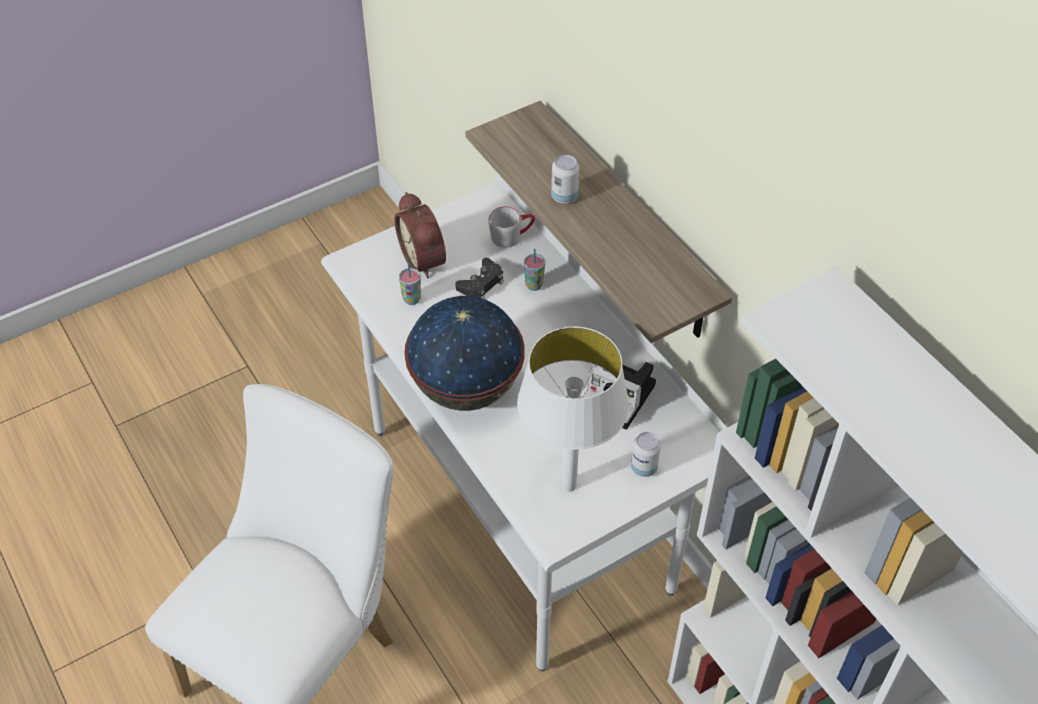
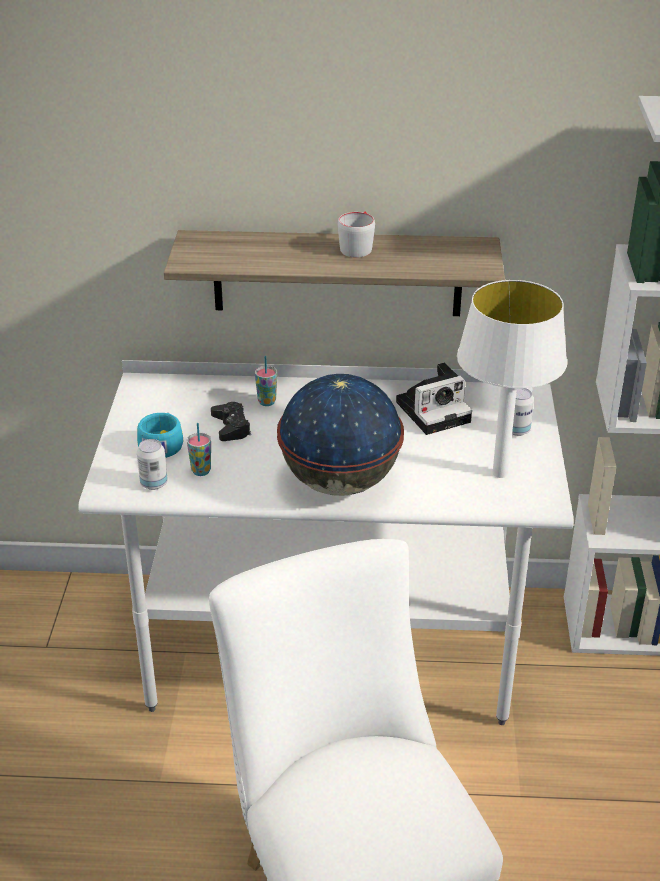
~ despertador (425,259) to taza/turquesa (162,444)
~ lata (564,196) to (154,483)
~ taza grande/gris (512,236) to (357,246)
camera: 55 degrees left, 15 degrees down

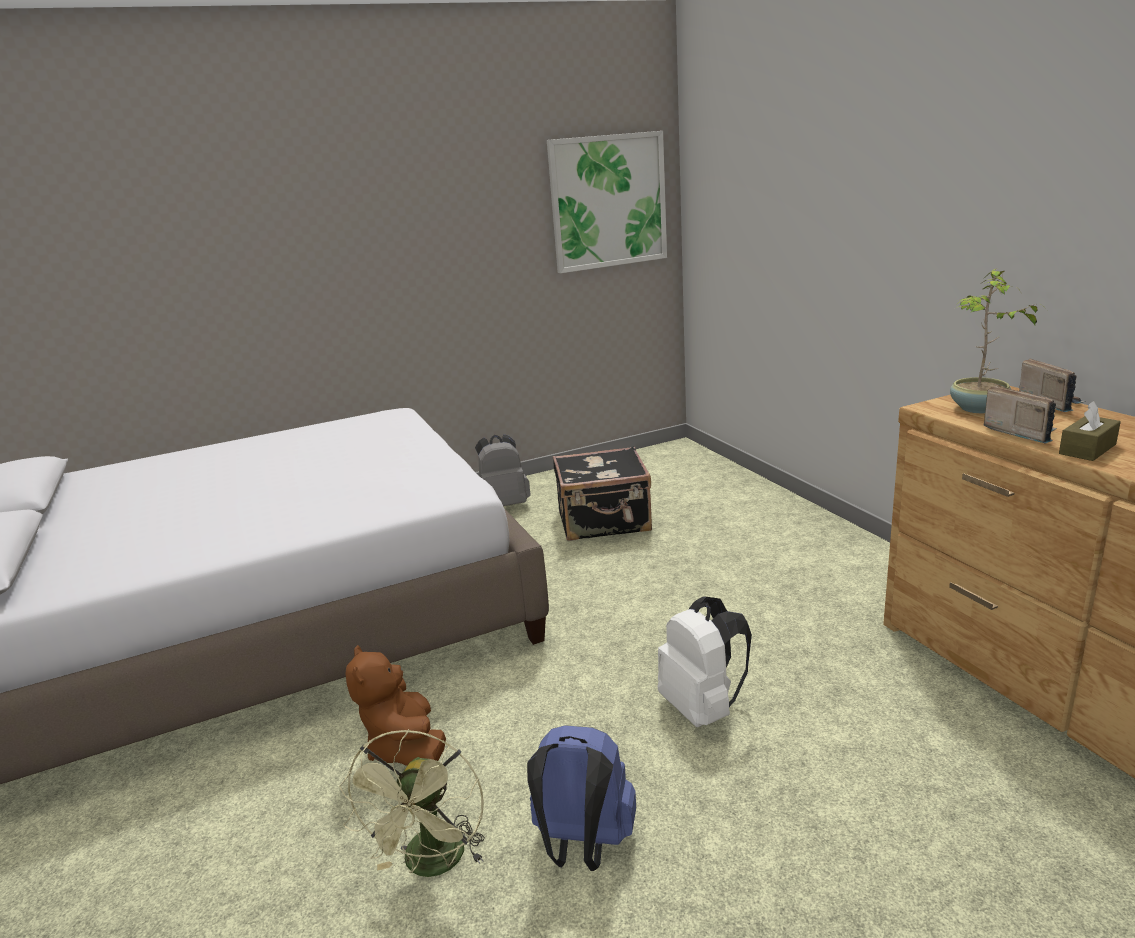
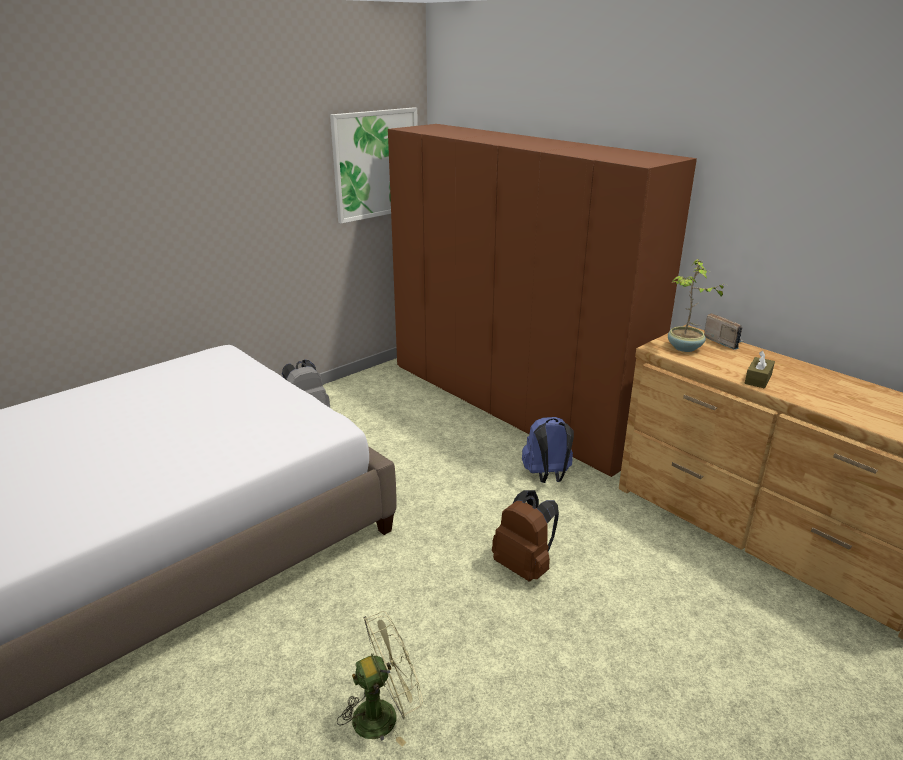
~ ventilador/verde (433,865) = (384,713) 105 degrees counterclockwise
+ armario ropero/marrón (511,405)
~ mochila/blanco (703,708) to mochila/marrón (524,566)
~ mochila/azul (583,846) to (547,476)
- peluche/marrón (405,747)
- maleta/negro (604,522)
- radio (1020,432)
camera: 20 degrees left, 5 degrees up

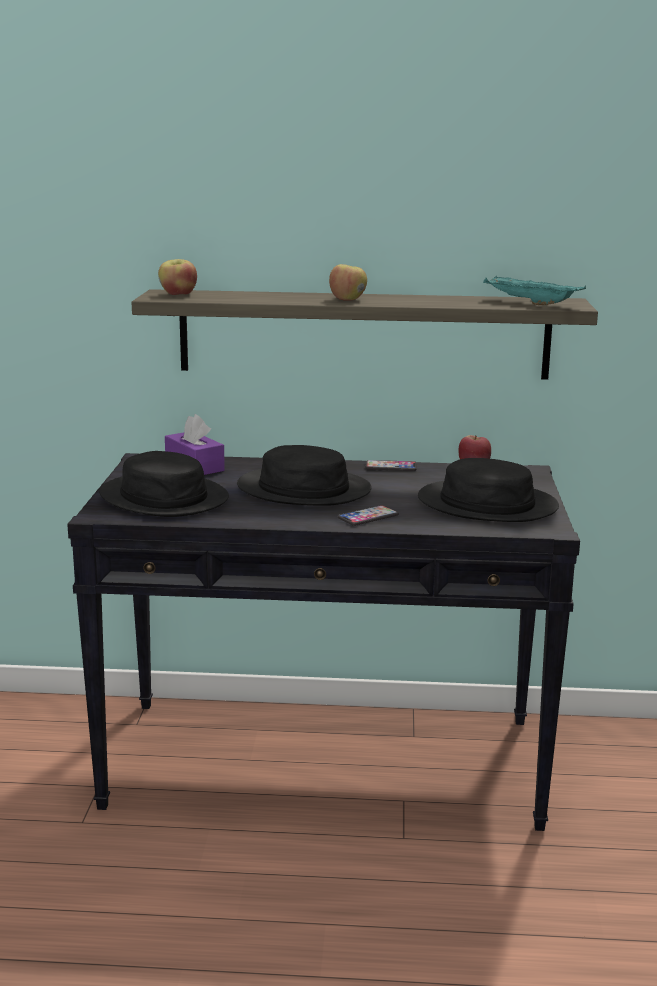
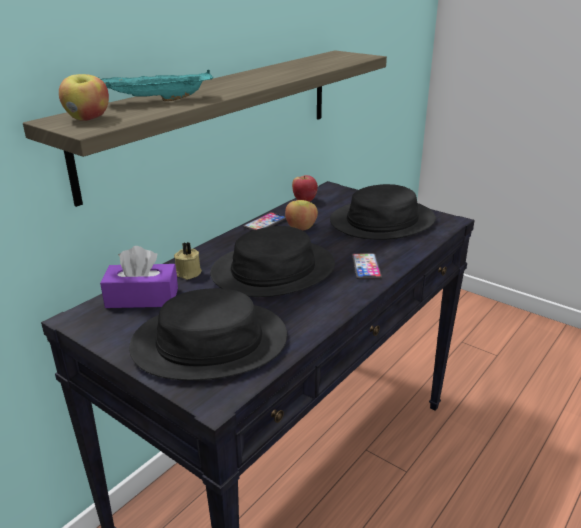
~ bandeja/turquesa (529,303) to (157,101)
+ vela/beis (187,273)
~ manzana (347,299) to (301,227)
camera: 55 degrees left, 10 degrees up

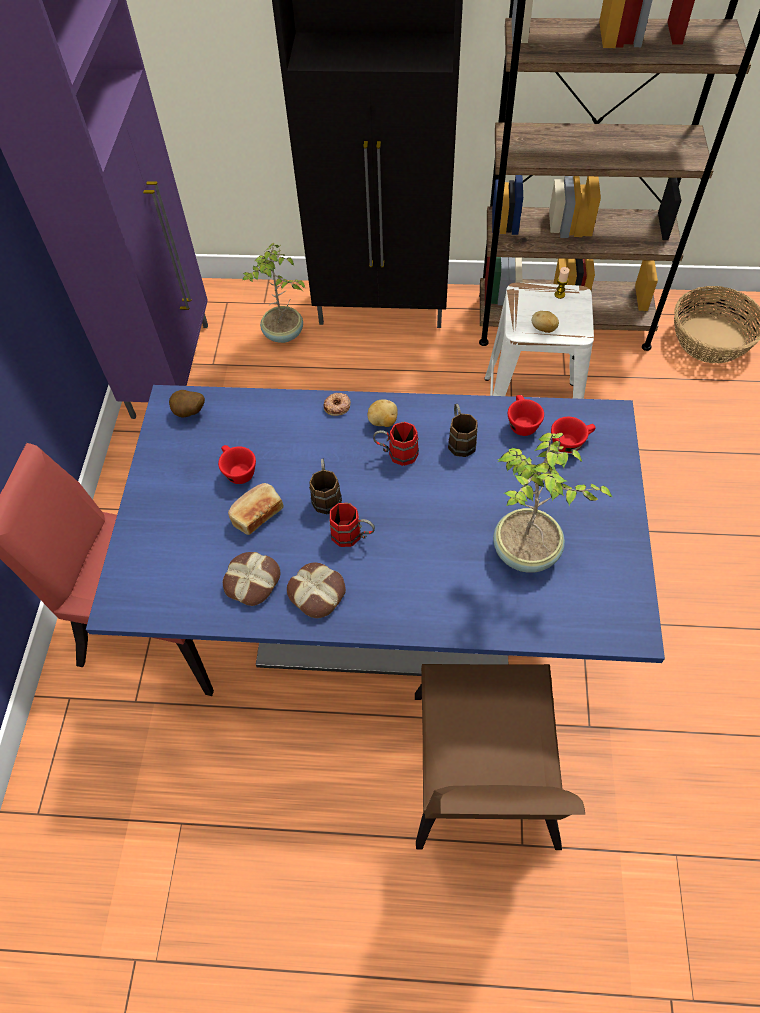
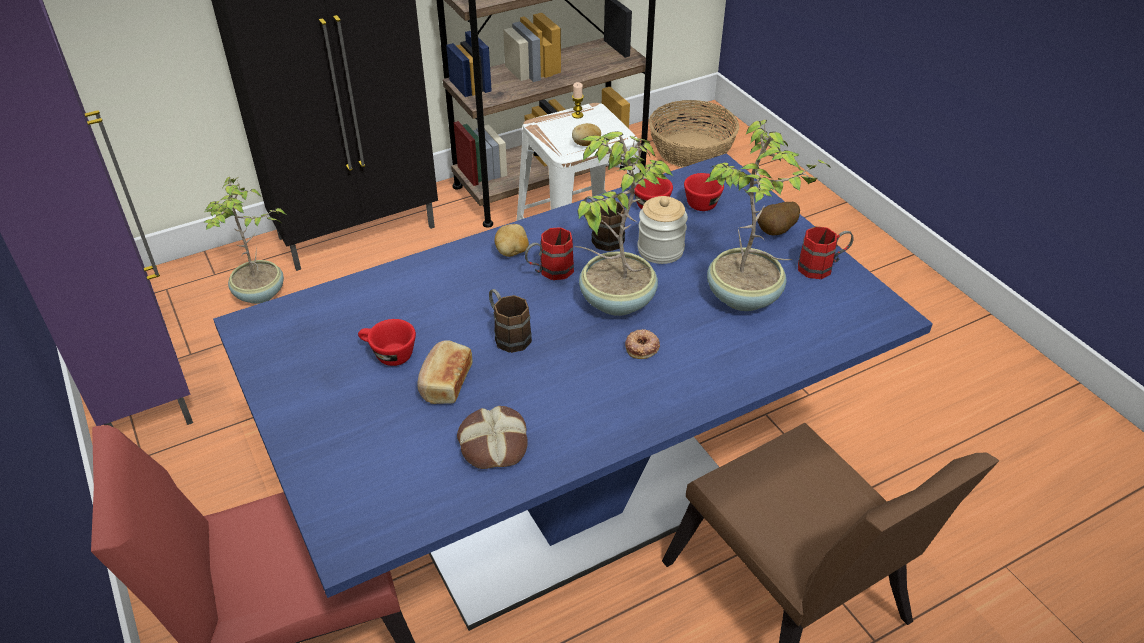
+ planta en maceta (615,301)
~ rosquilla (337,406) to (642,347)
+ tarro (660,250)
~ patata (189,413) to (776,232)
~ taza grande/rojo (353,536) to (822,267)
- pan (317,592)
camera: 35 degrees left, 15 degrees down

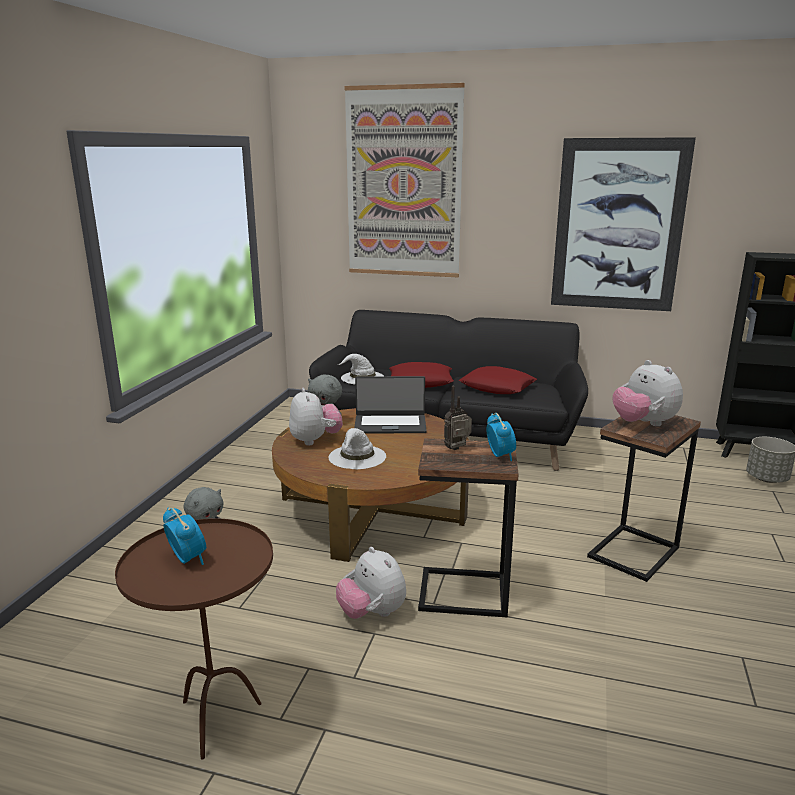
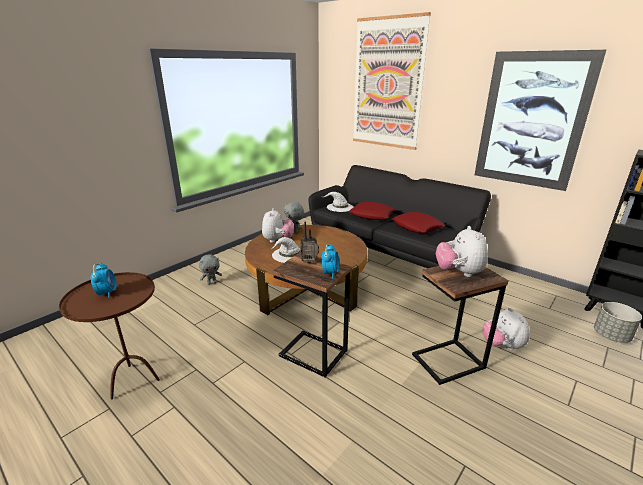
~ peluche (372,613) to (502,346)
- portátil (390,424)
camera: 25 degrees right, 5 degrees up

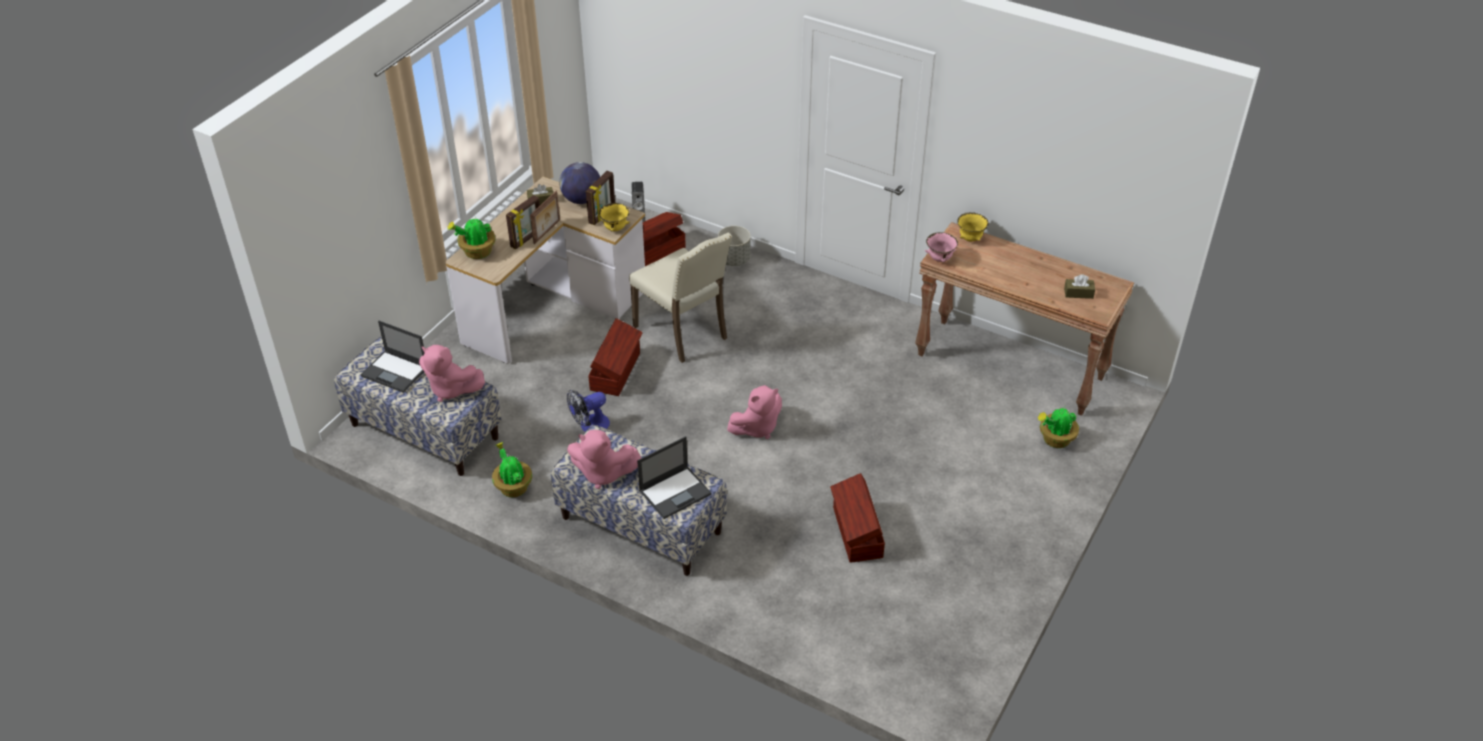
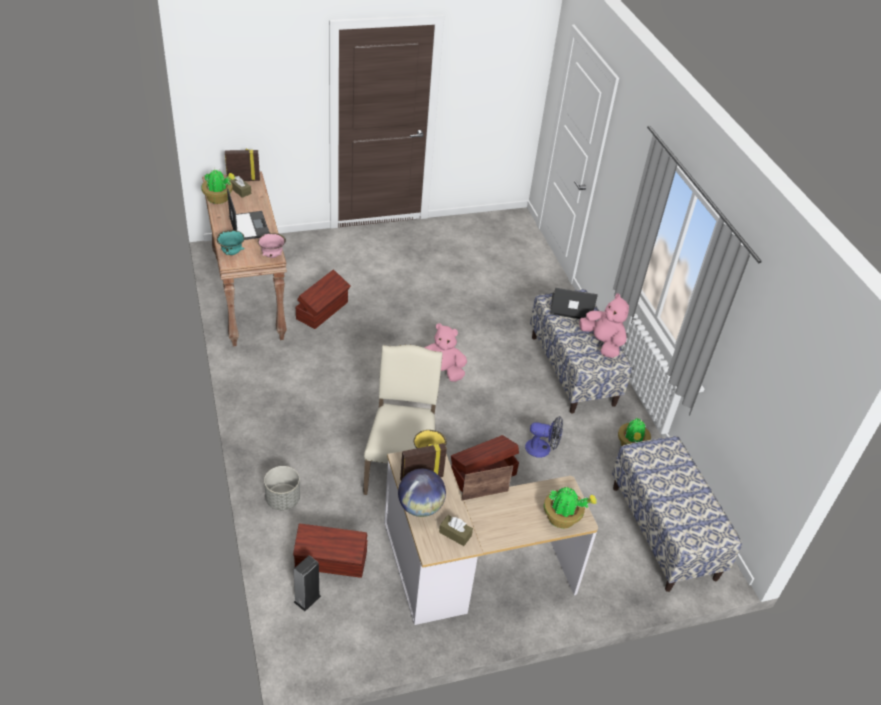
~ planta en maceta (1055,440) to (219,199)
~ cuenco/amarillo (970,239) to cuenco/turquesa (231,253)
~ portarretratos (527,239) to (243,179)
~ portátil (395,371) to (249,226)
~ caja de almacenaje/marrón (856,533) to (323,310)
- peluche/rosa (451,389)
camera: 140 degrees left, 0 degrees up

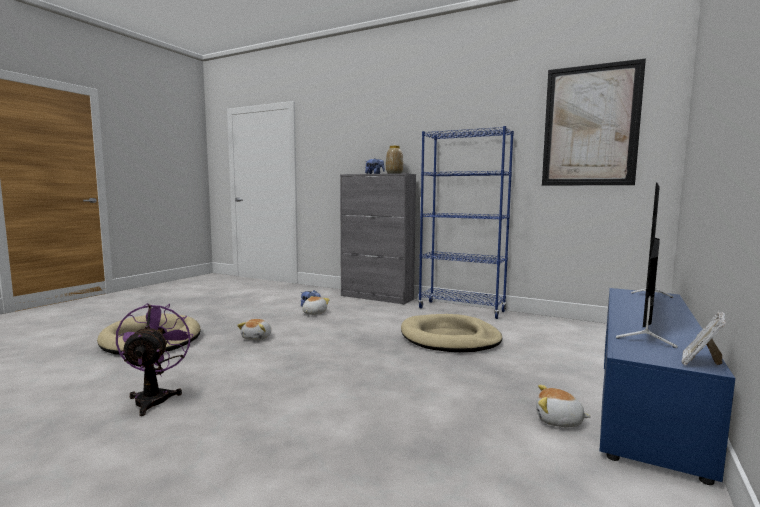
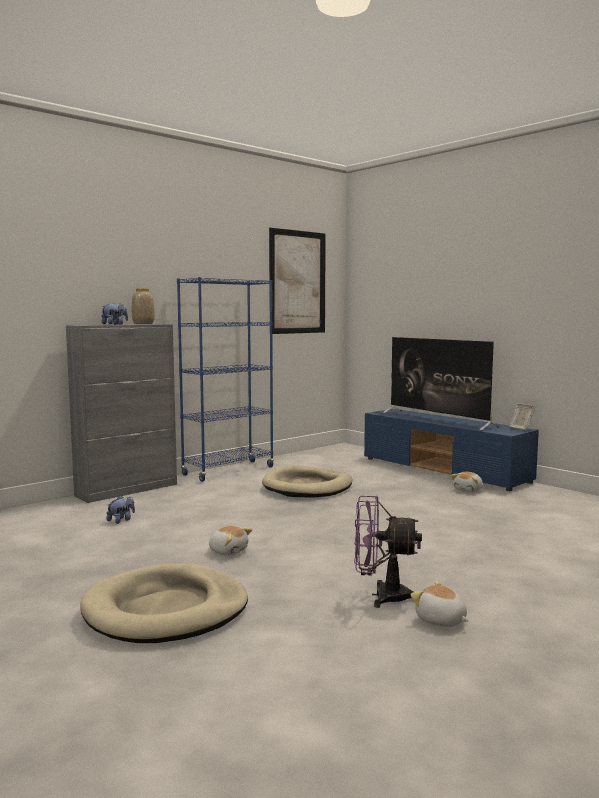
~ peluche (313,313) to (440,620)
camera: 70 degrees left, 0 degrees up

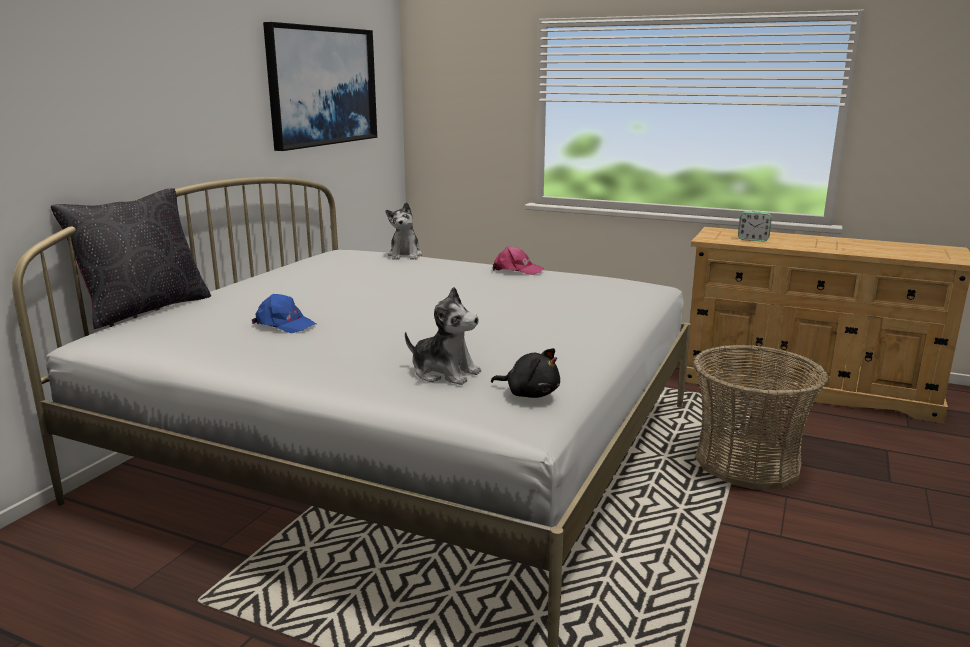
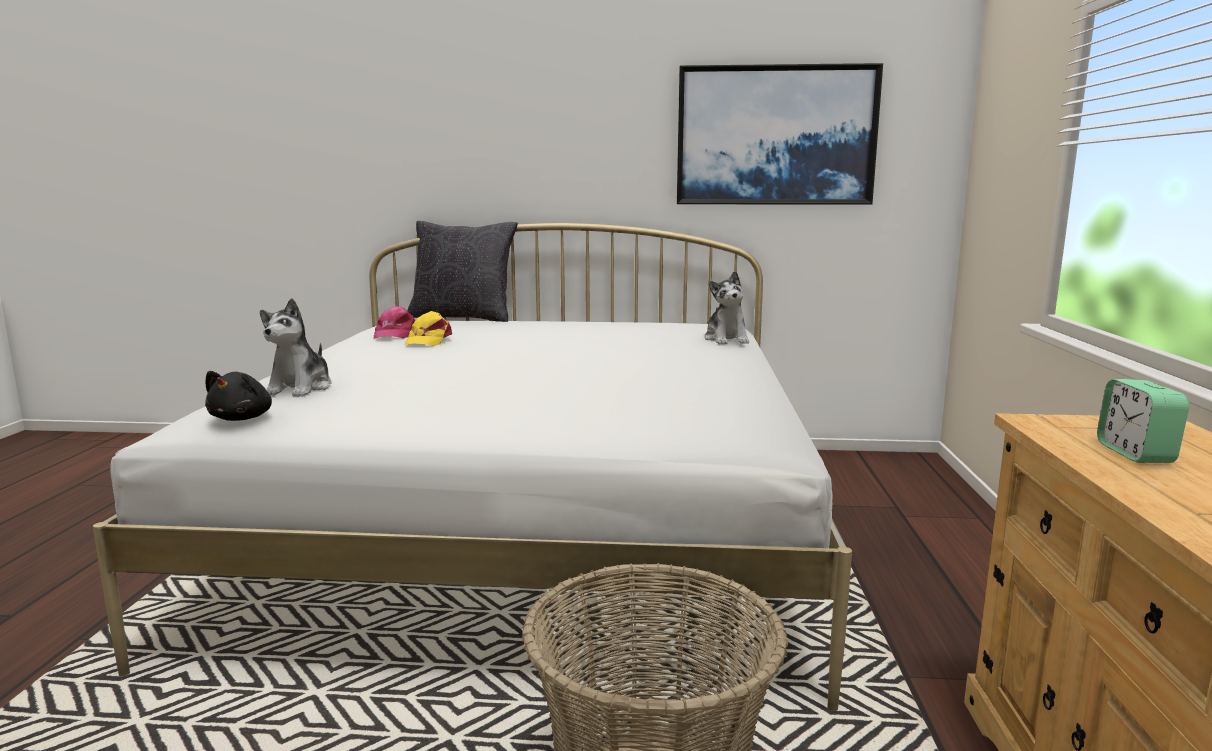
~ gorra/rosa (517,270) to (394,334)
~ gorra/azul (284,324) to gorra/amarillo (428,341)
~ peluche (405,255) = (726,339) 75 degrees counterclockwise
camera: 70 degrees right, 5 degrees down

